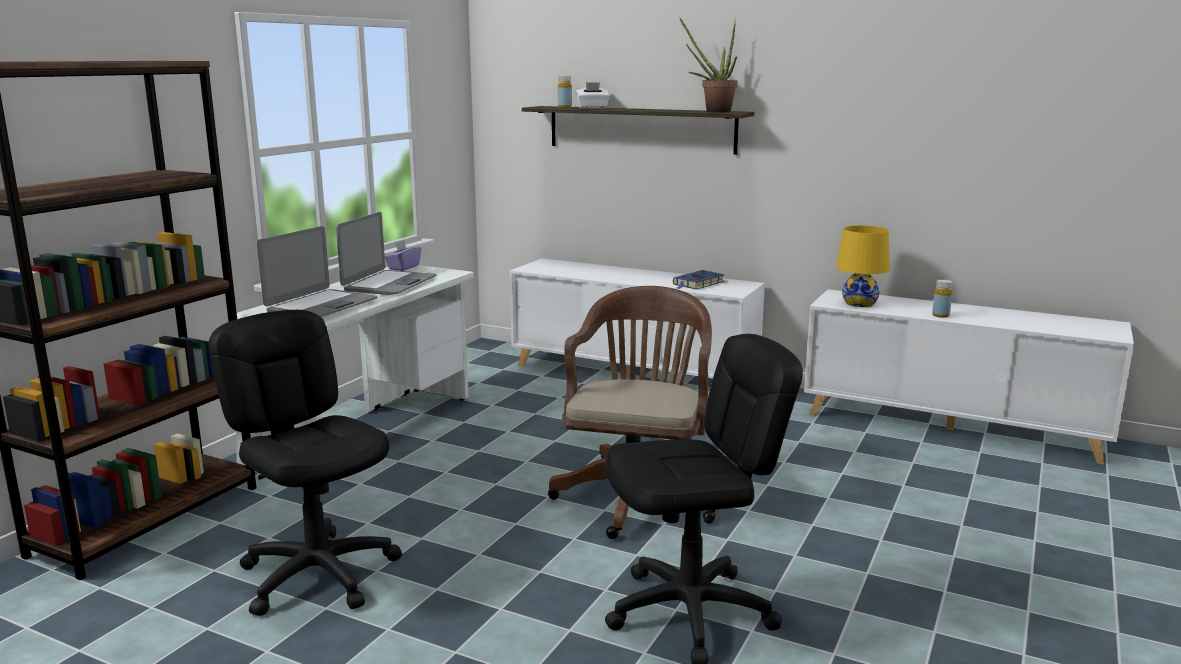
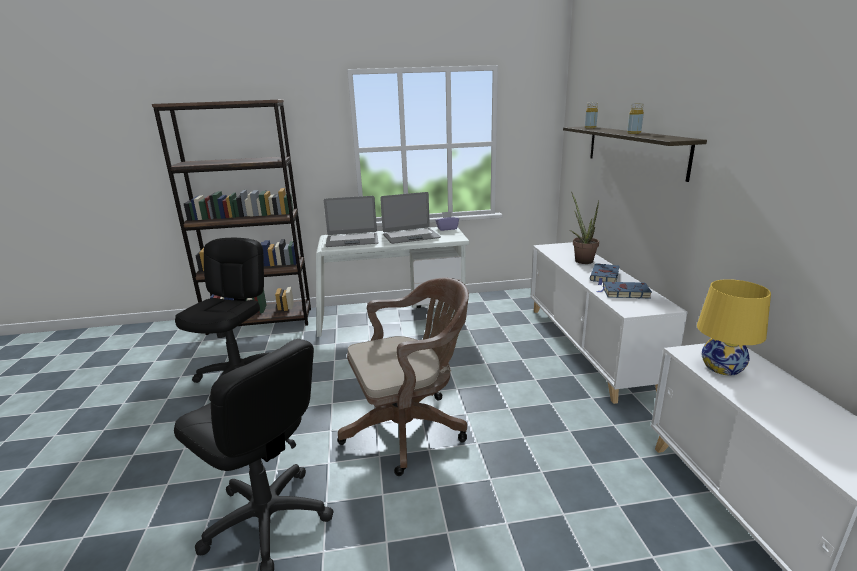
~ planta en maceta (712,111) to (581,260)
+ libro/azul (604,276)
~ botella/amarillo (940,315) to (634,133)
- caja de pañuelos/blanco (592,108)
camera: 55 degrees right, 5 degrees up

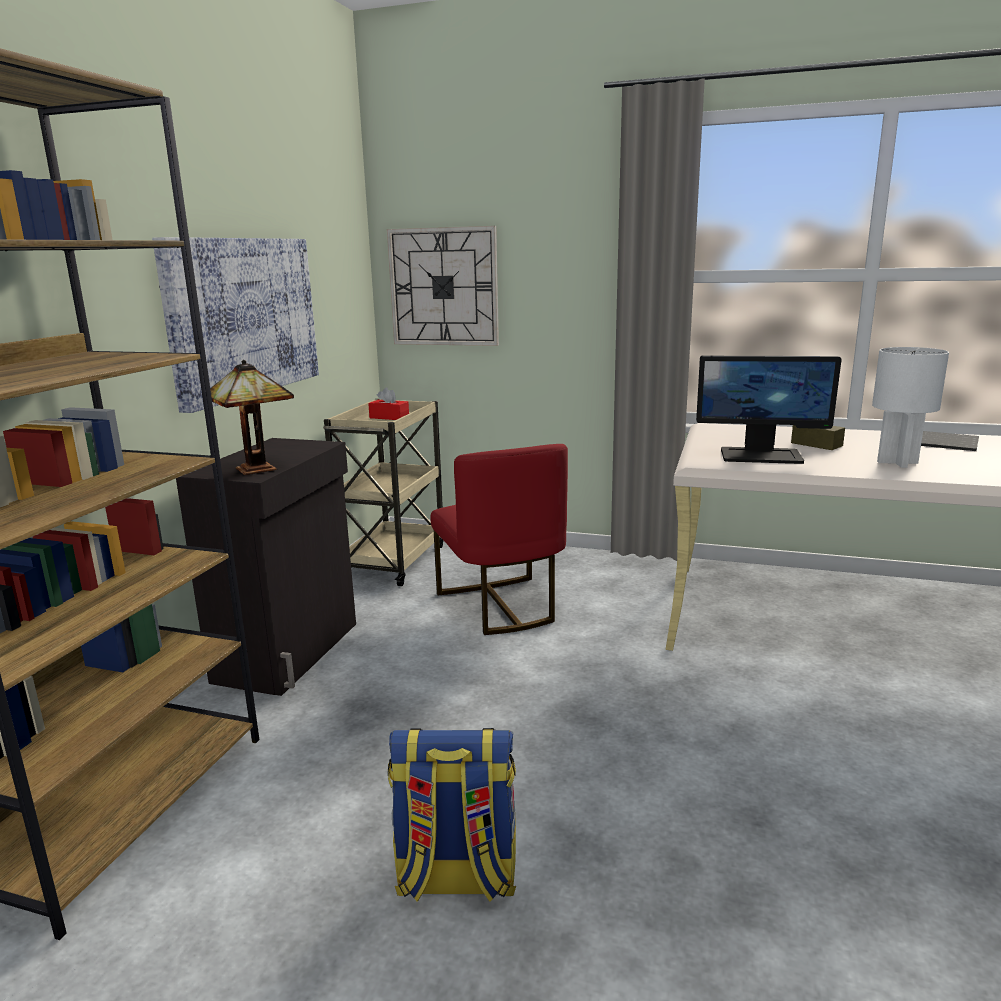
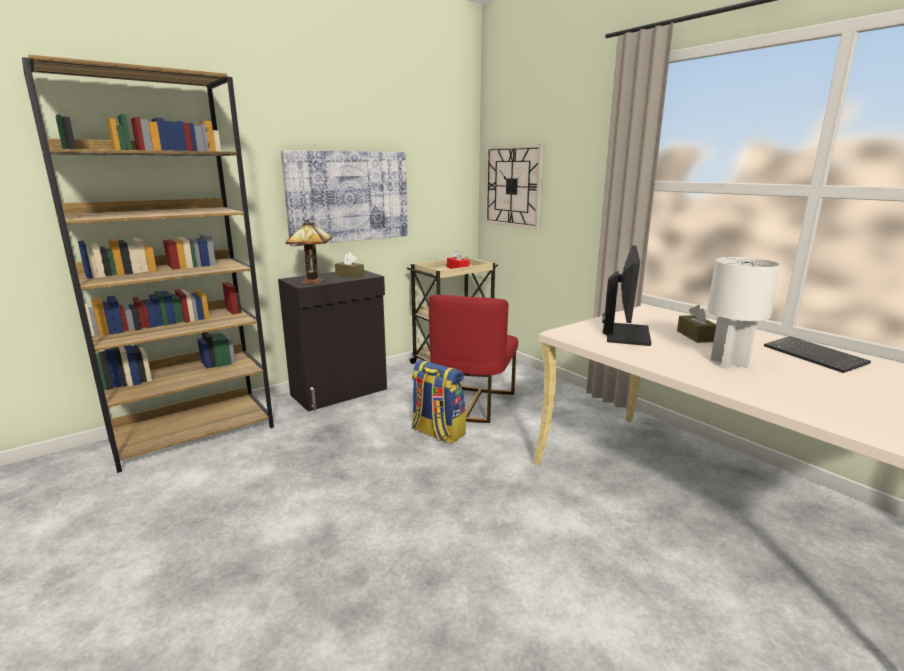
+ caja de pañuelos/marrón (349,275)
~ mochila (456,878) to (437,433)
~ monitor (761,455) = (626,334) 120 degrees counterclockwise
camera: 35 degrees right, 0 degrees up

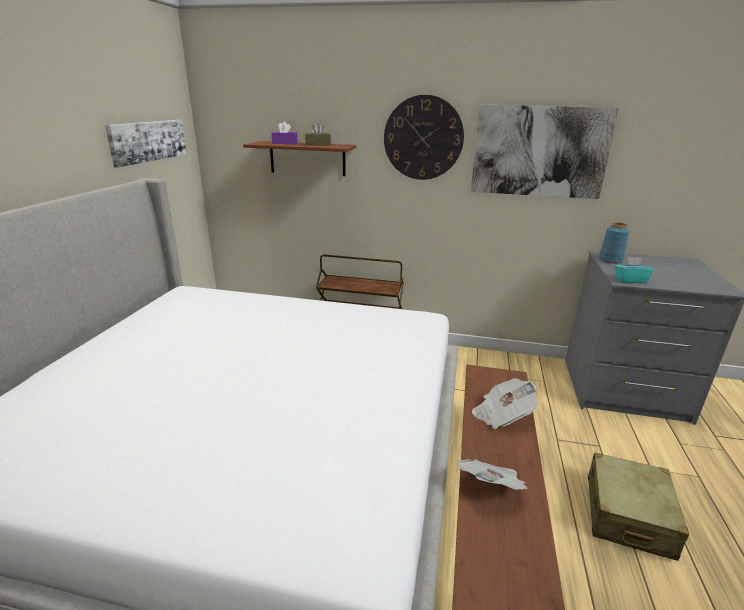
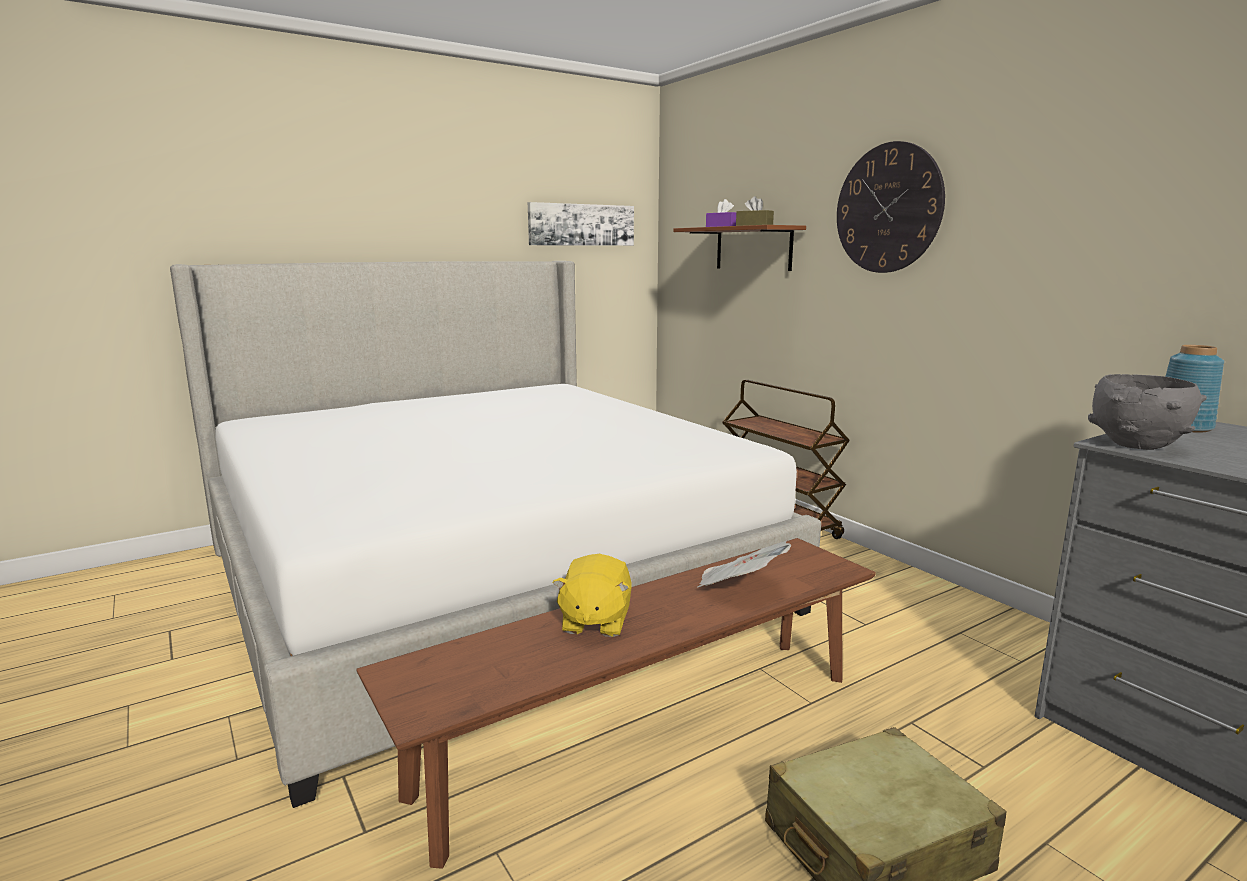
~ periódico (491,487) to peluche/amarillo (594,621)
~ caja de pañuelos/turquesa (630,280) to cuenco/gris (1136,446)
- cuadro (539,152)
camera: 45 degrees right, 10 degrees down

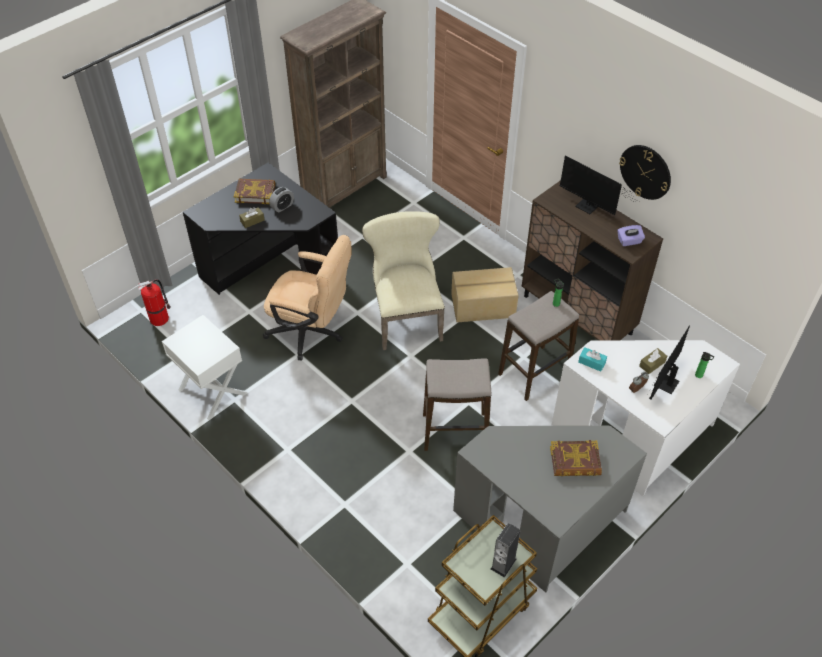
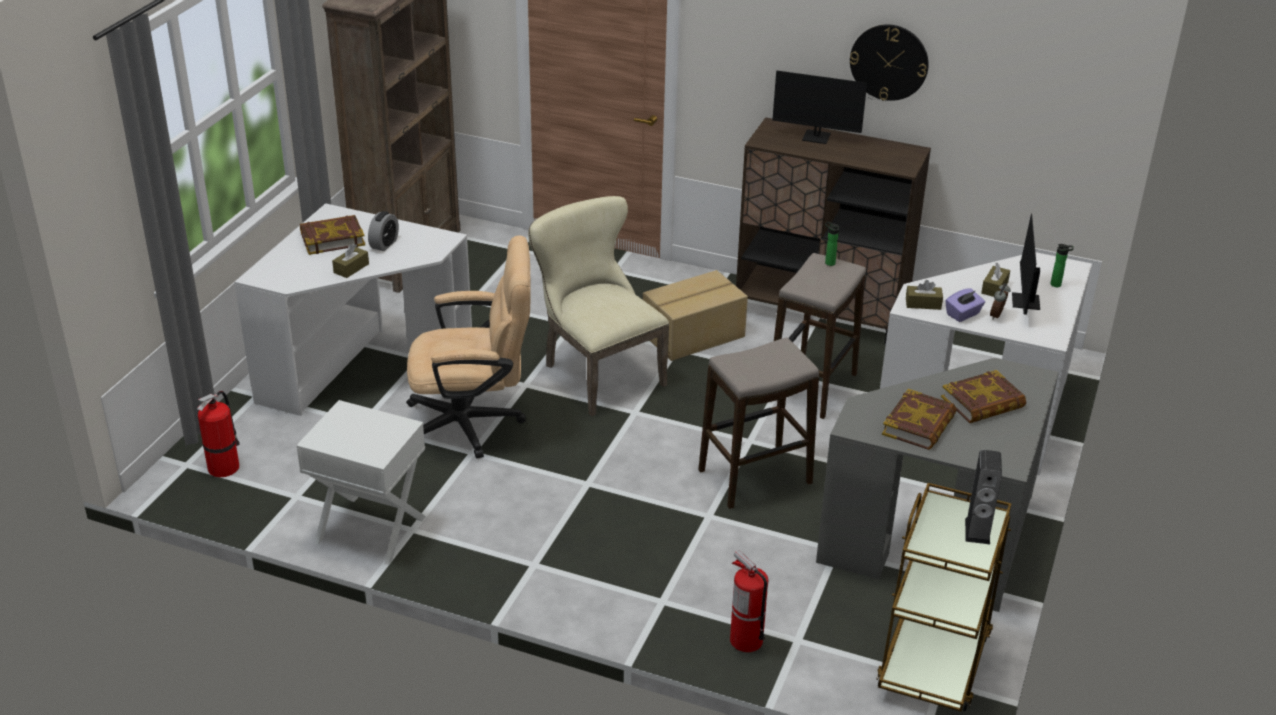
~ escritorio/negro (270,269) to escritorio/blanco (360,368)
+ extintor (745,640)
+ libro (919,425)
~ caja de pañuelos/turquesa (591,362) to caja de pañuelos/marrón (923,304)
~ caja de pañuelos/morado (629,241) to (963,314)
camera: 25 degrees left, 15 degrees down

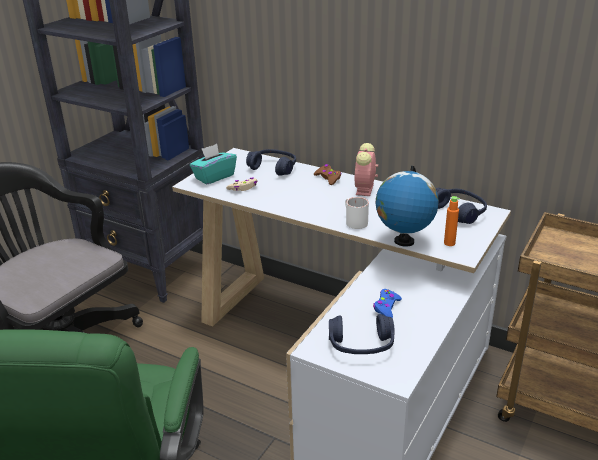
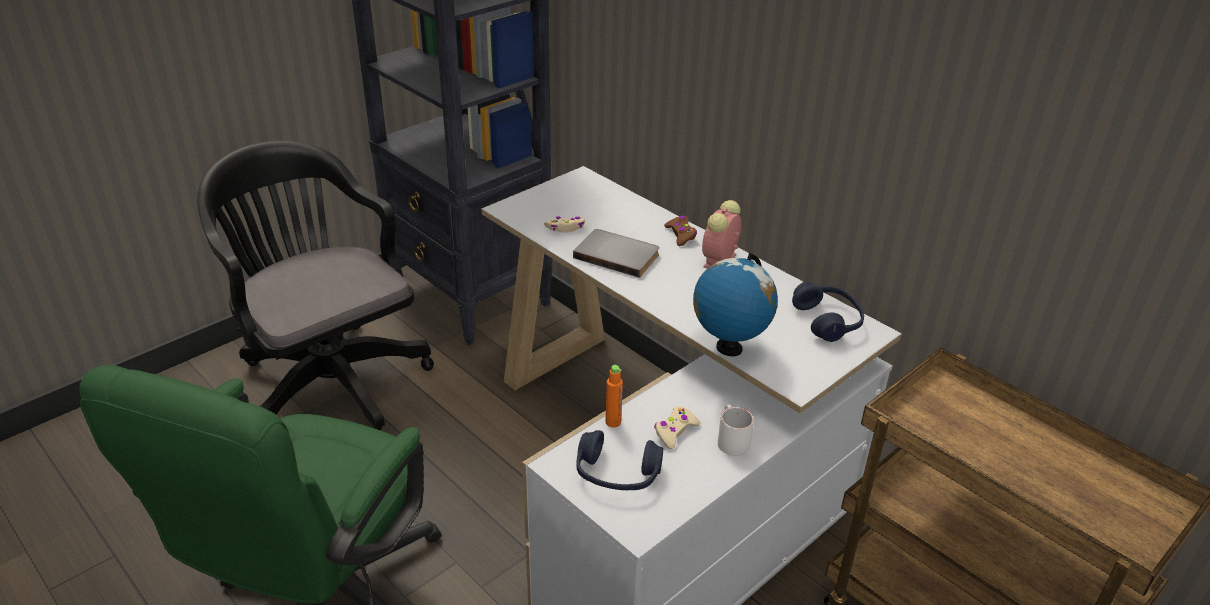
+ libro/gris (618,254)
~ botella/naranja (449,243) to (613,422)
~ mando de consola/azul (386,308) to mando de consola/beis (675,431)
~ taza grande/blanco (353,221) to (730,440)
- caja de pañuelos/turquesa (214,177)
- auriculares/azul (273,168)
camera: 15 degrees right, 5 degrees up

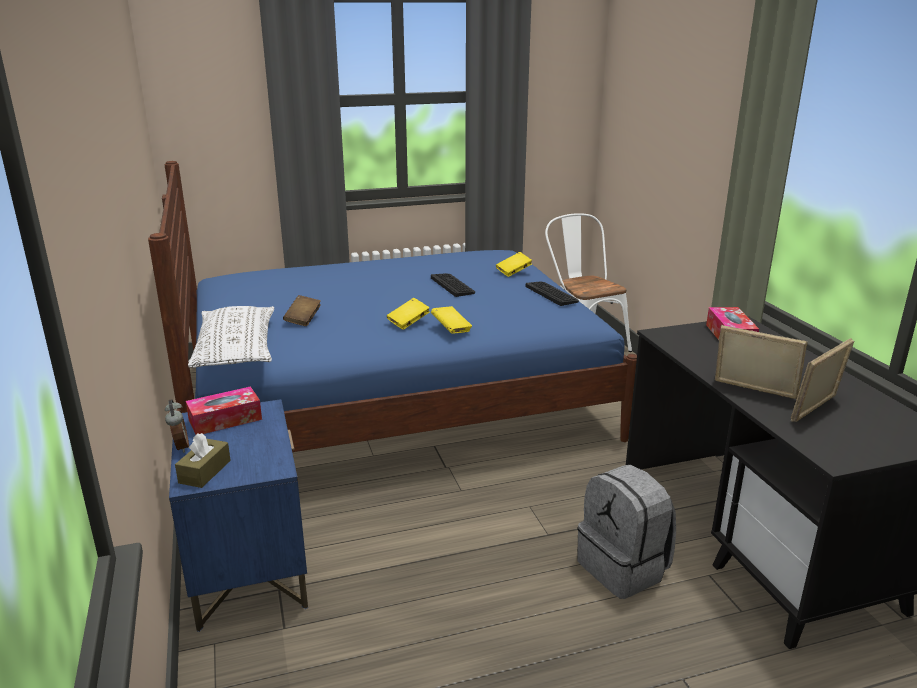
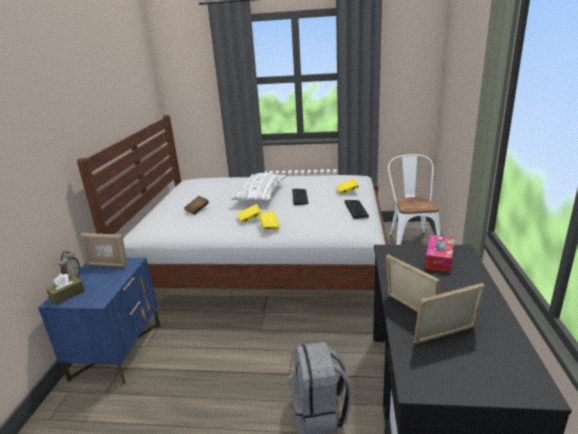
~ cama/azul (395,401) to cama/blanco (266,263)
~ caja de pañuelos (225,420) to portarretratos (108,265)
~ cojín/blanco (236,351) to (260,195)
camera: 25 degrees right, 0 degrees up

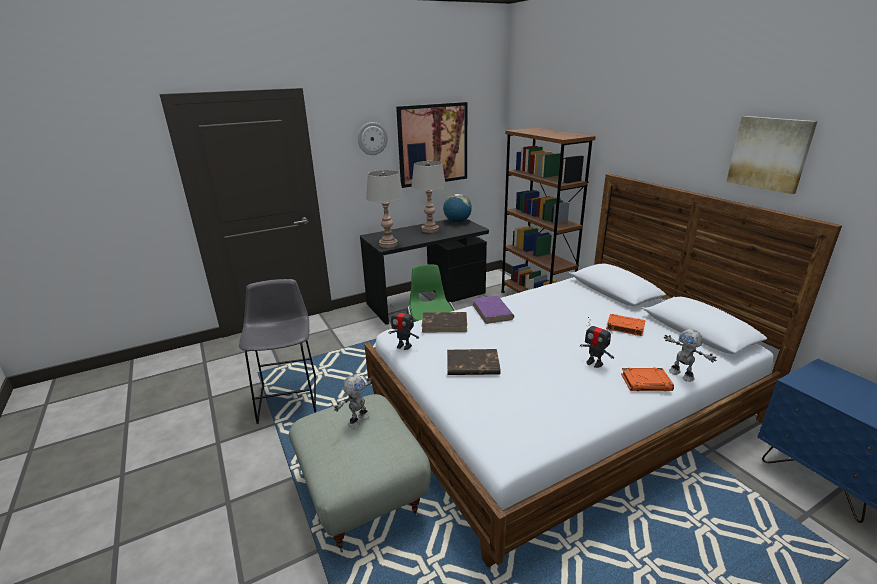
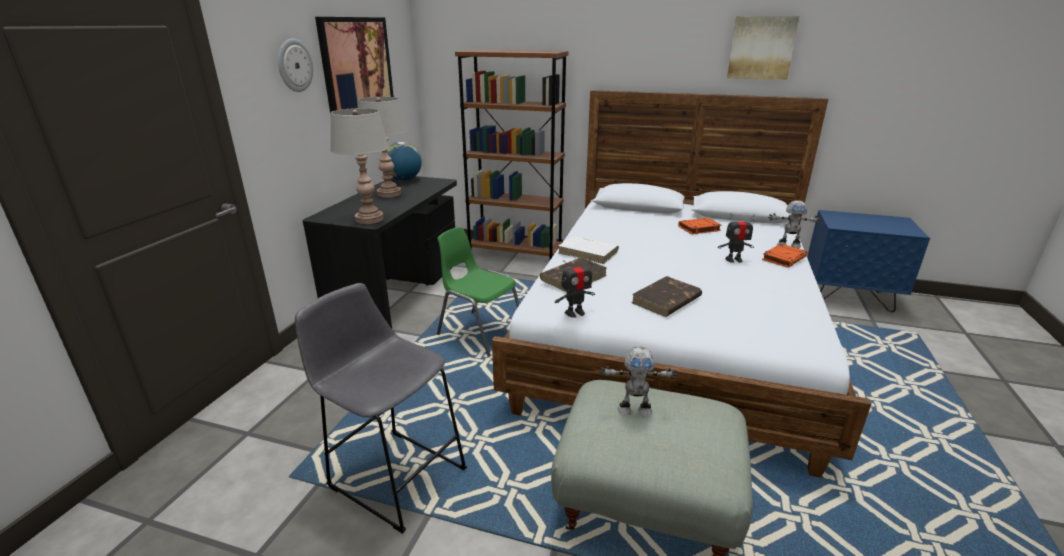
~ libro/morado (492,312) to libro/blanco (588,252)
~ robot de juguete (358,420) = (634,410) 105 degrees clockwise
camera: 45 degrees left, 0 degrees up

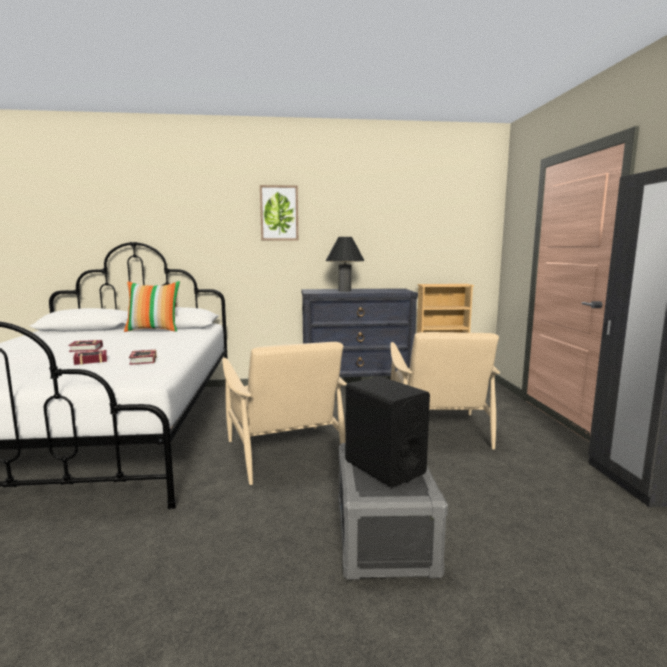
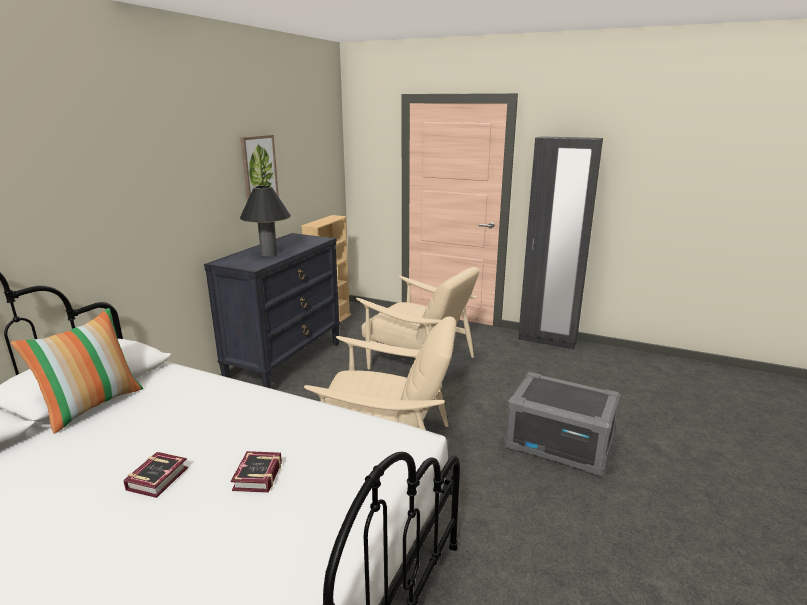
~ cuadro (279,213) to (259,169)
- libro (142,361)
- altavoz/negro (384,467)
camera: 60 degrees left, 10 degrees up

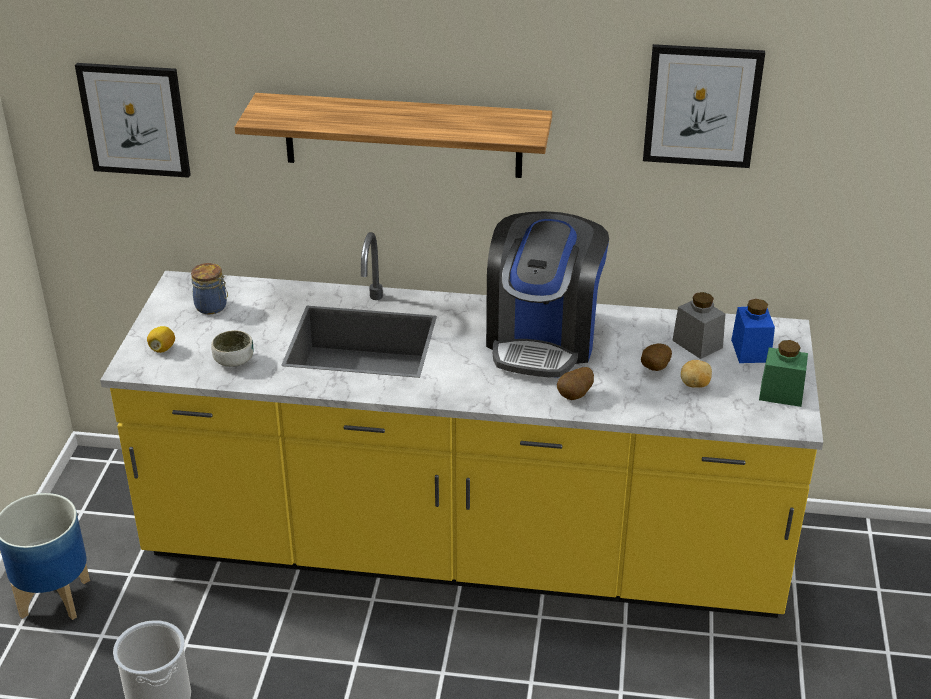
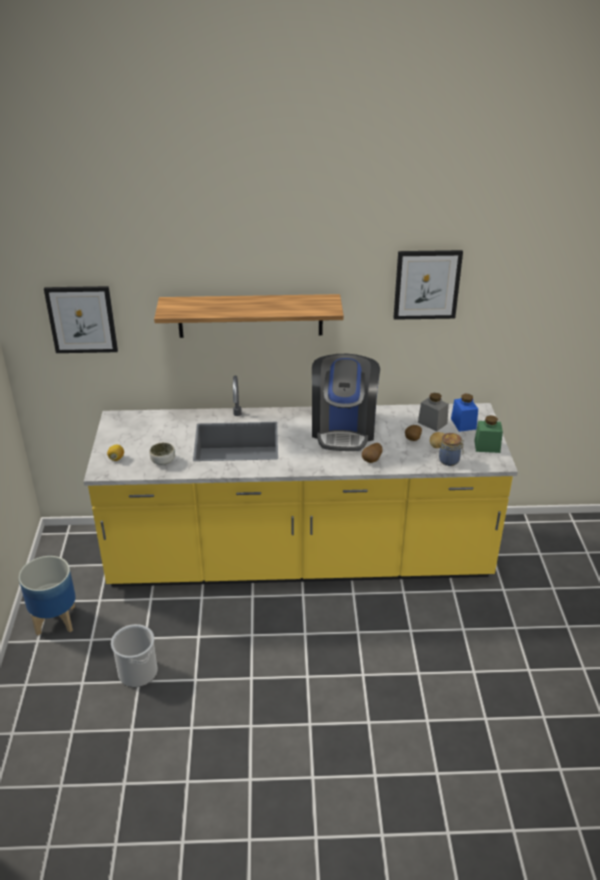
~ tarro (212,307) to (450,460)
camera: 10 degrees left, 0 degrees up

